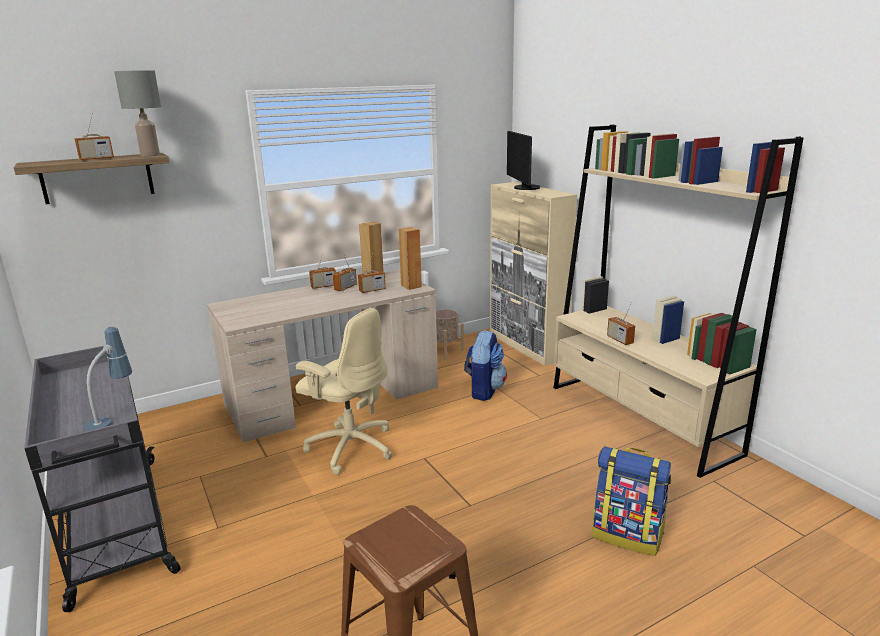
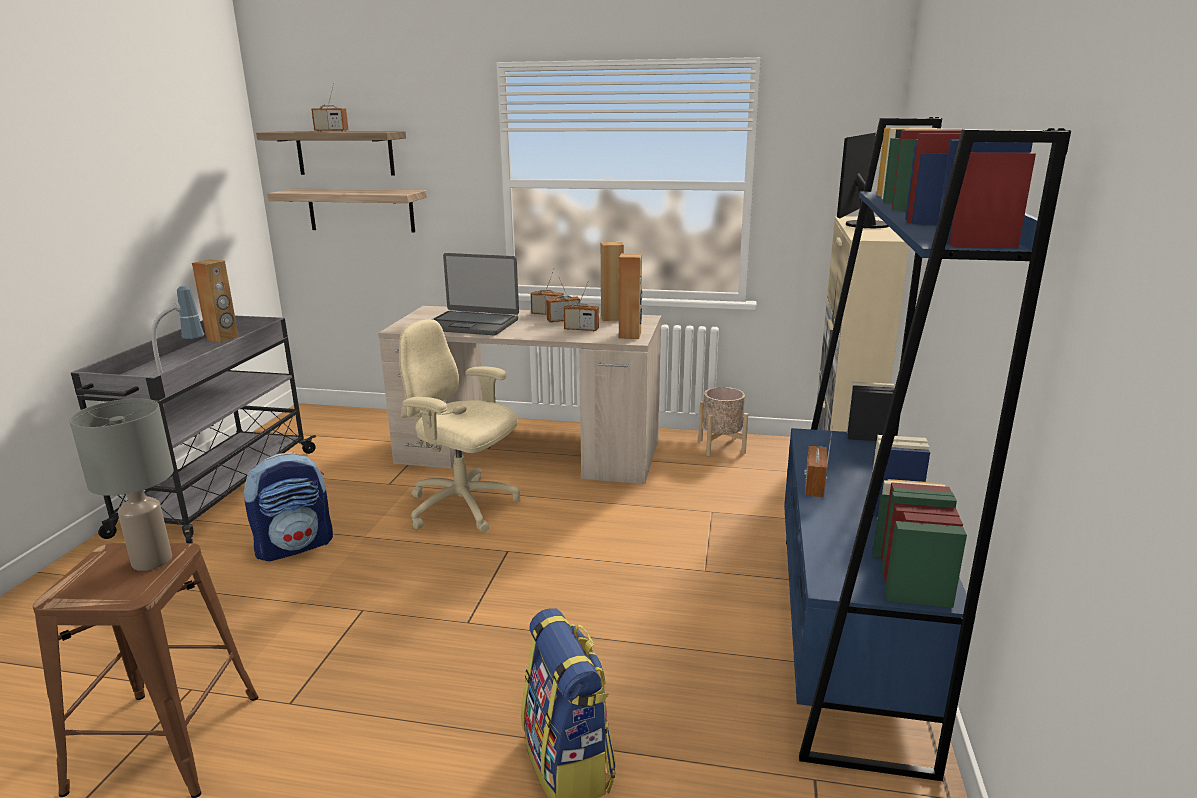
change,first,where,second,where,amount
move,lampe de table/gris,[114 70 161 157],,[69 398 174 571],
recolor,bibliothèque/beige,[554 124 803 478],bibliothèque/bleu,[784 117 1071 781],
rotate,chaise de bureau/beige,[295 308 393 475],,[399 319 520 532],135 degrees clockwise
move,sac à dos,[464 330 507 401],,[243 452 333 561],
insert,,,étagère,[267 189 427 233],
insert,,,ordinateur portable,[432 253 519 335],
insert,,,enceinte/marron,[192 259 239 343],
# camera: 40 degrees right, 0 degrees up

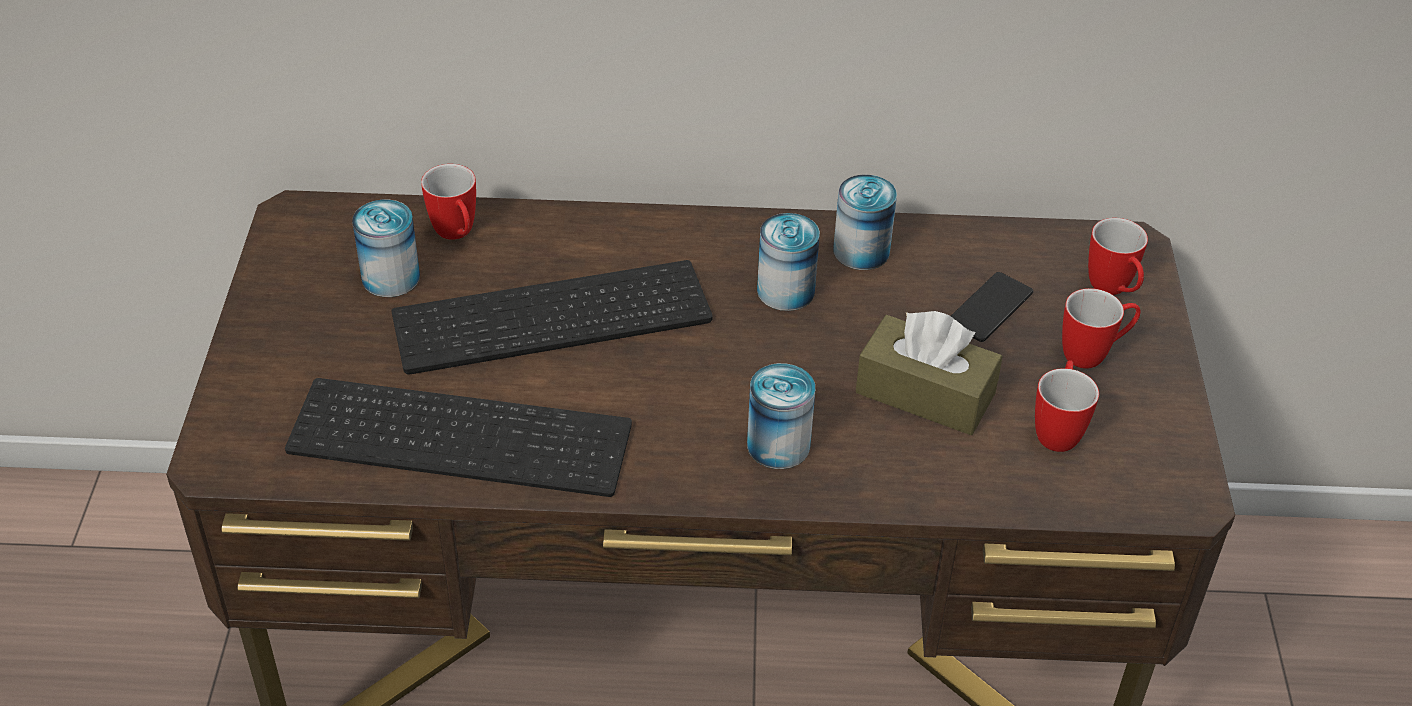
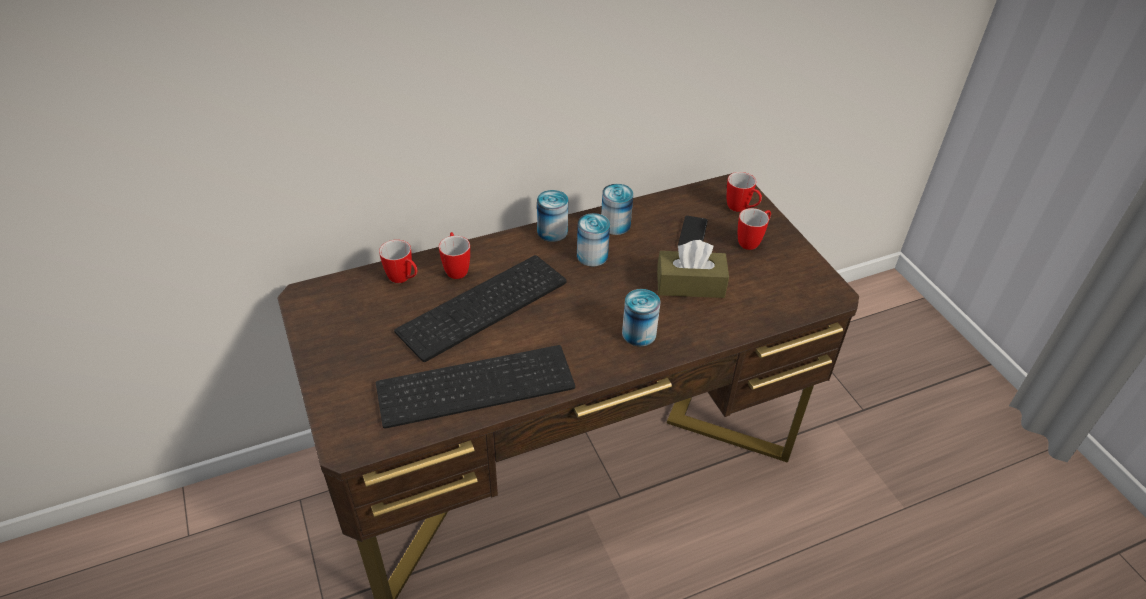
change,first,where,second,where,amount
move,boîte métallique,[352 200 420 297],,[537 190 568 242],
move,mug,[1035 360 1099 452],,[439 232 470 279],
# camera: 25 degrees left, 0 degrees up

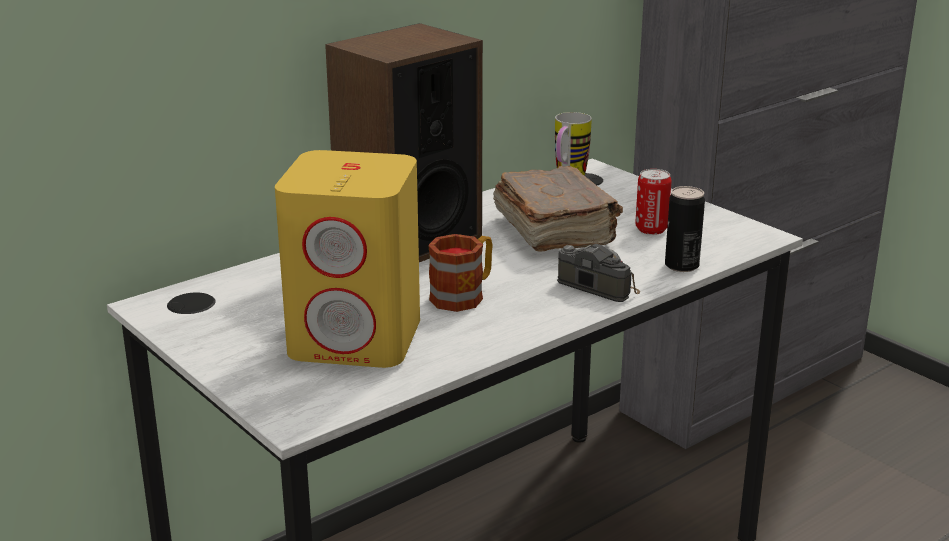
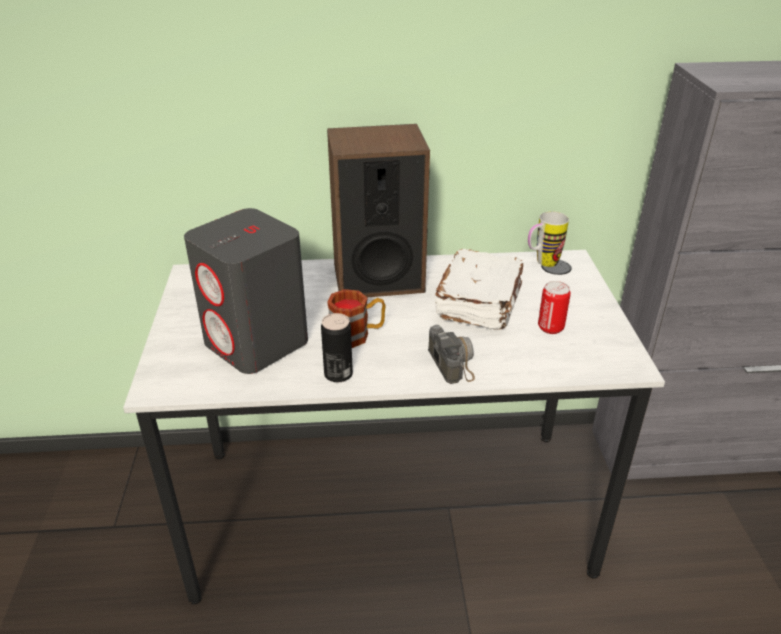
change,first,where,second,where,amount
recolor,enceinte/jaune,[275 150 420 368],enceinte/gris,[184 208 308 374],
recolor,livre/marron,[493 166 623 252],livre/blanc,[435 249 523 330],
move,boîte métallique,[665 186 705 272],,[321 313 353 382],
# camera: 35 degrees right, 10 degrees up

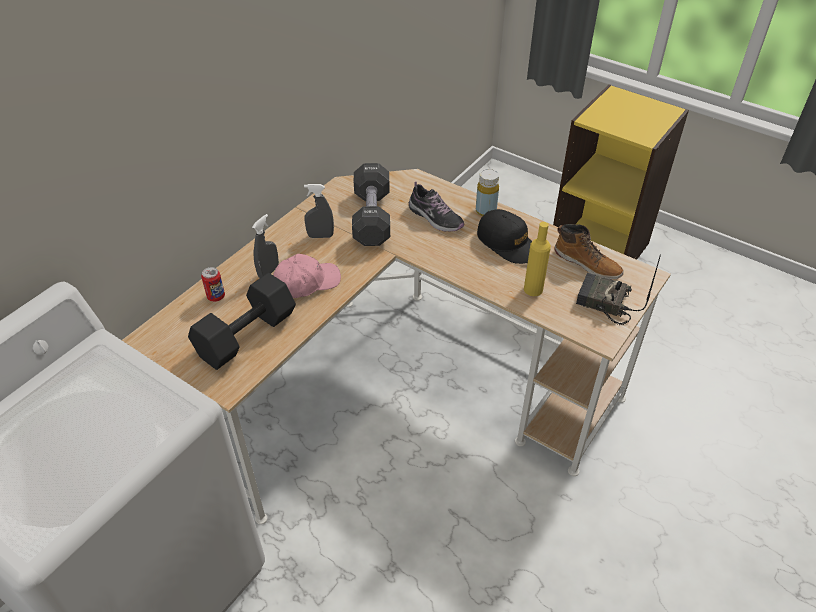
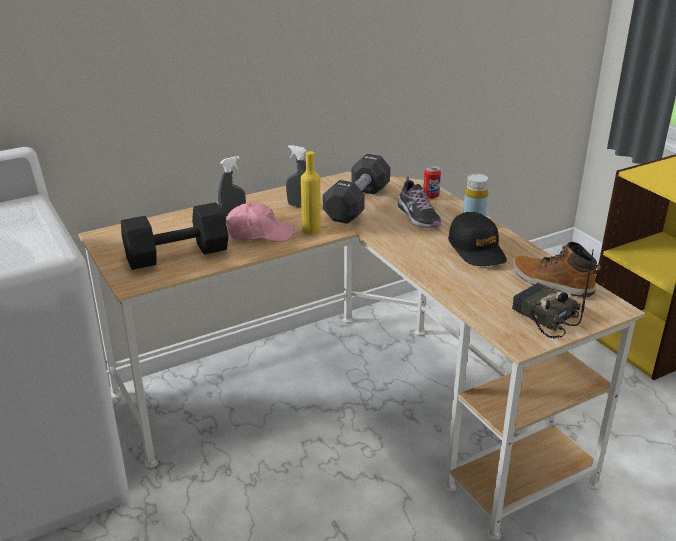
change,first,where,second,where,amount
move,bouteille/jaune,[524 222 551 296],,[301 151 321 234],
rotate,botte,[554 224 624 279],,[513 242 601 297],150 degrees clockwise
move,boîte métallique,[201 267 225 302],,[423 166 441 199],
# camera: 25 degrees right, 15 degrees down

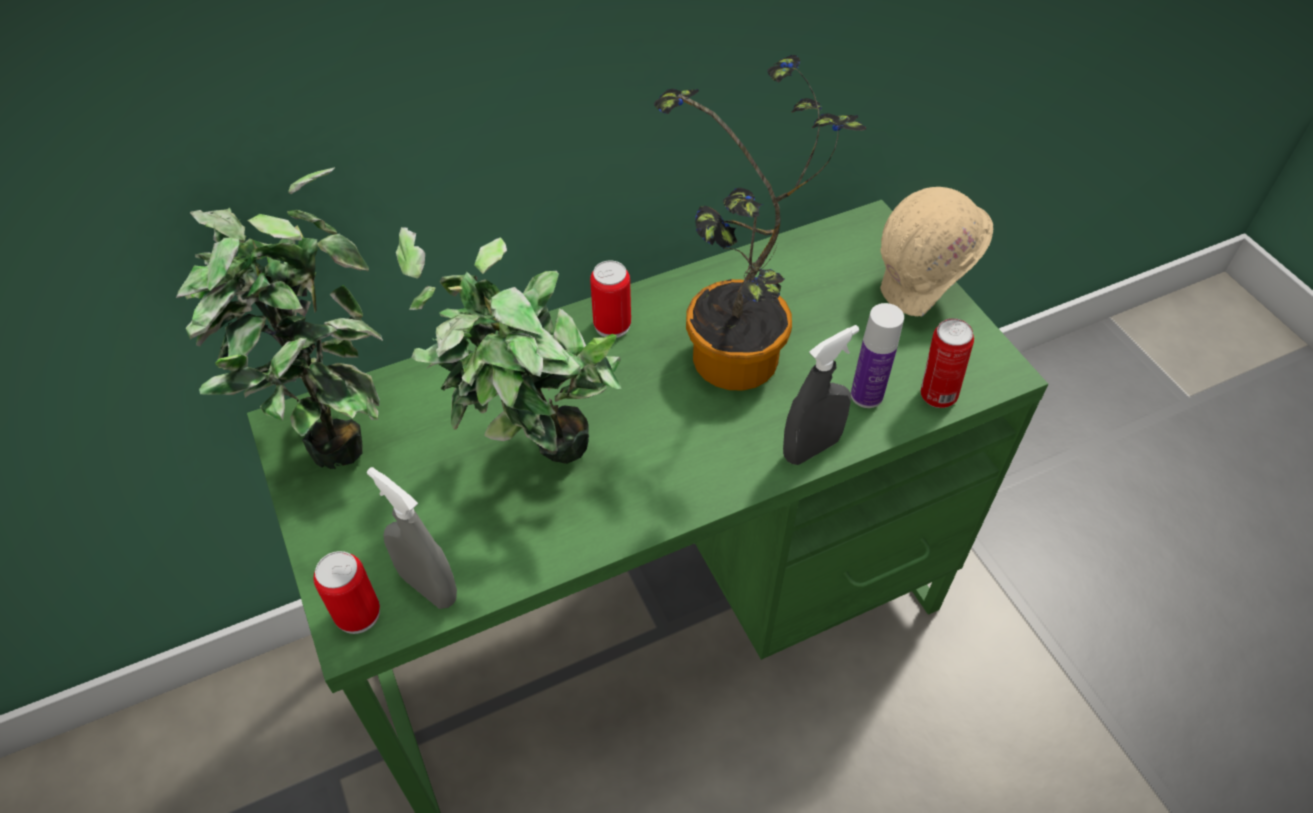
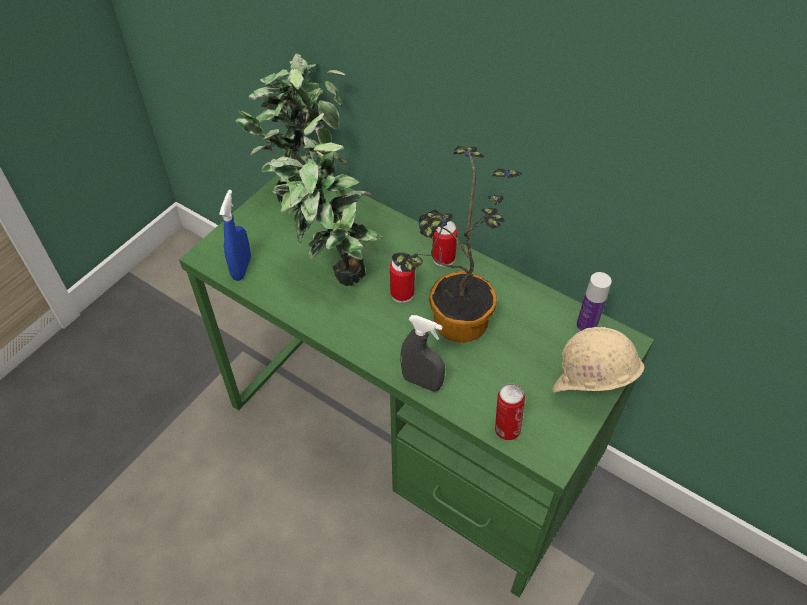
change,first,where,second,where,amount
move,bouteille,[851 303 904 408],,[576 272 612 331],
recolor,vaporisateur/gris,[367 467 457 609],vaporisateur/bleu,[219 190 251 281],
move,boîte métallique,[313 551 380 634],,[390 261 415 303],
# camera: 60 degrees right, 0 degrees up

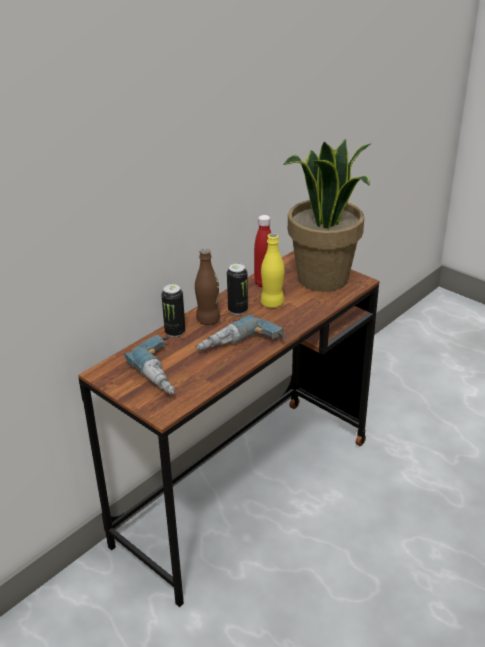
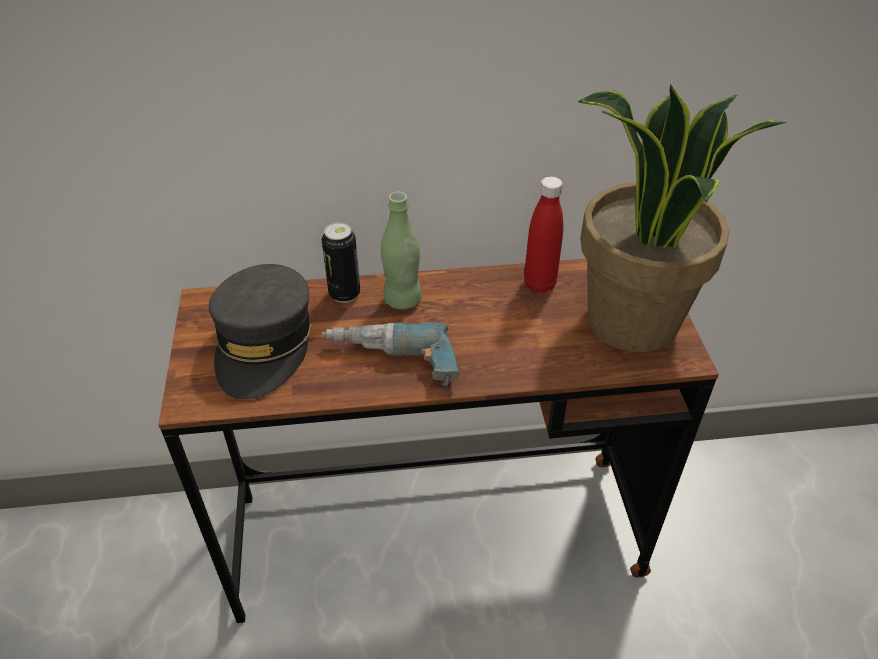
change,first,where,second,where,amount
delete,bouteille/jaune,[261 233 285 308],,,
recolor,bouteille/marron,[195 249 220 325],bouteille/vert,[381 192 422 310],
delete,boîte métallique,[227 263 248 315],,,
replace,perceuse,[124 335 175 394],casquette/gris,[209 264 312 399],
# camera: 40 degrees right, 10 degrees up

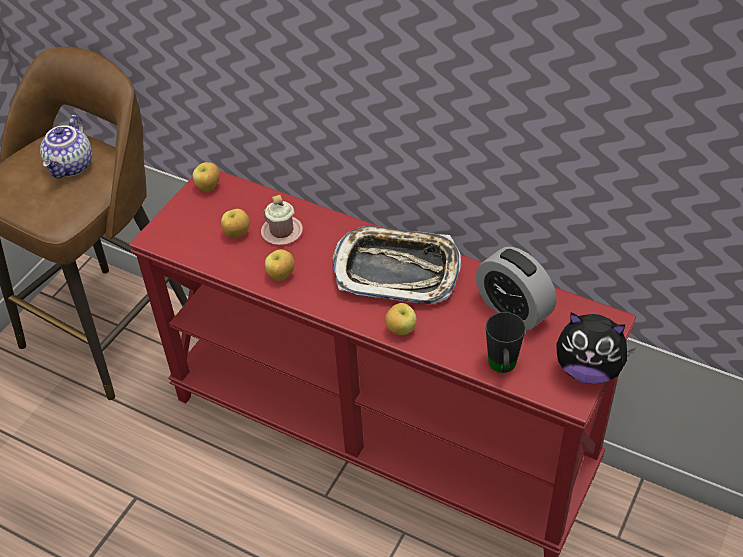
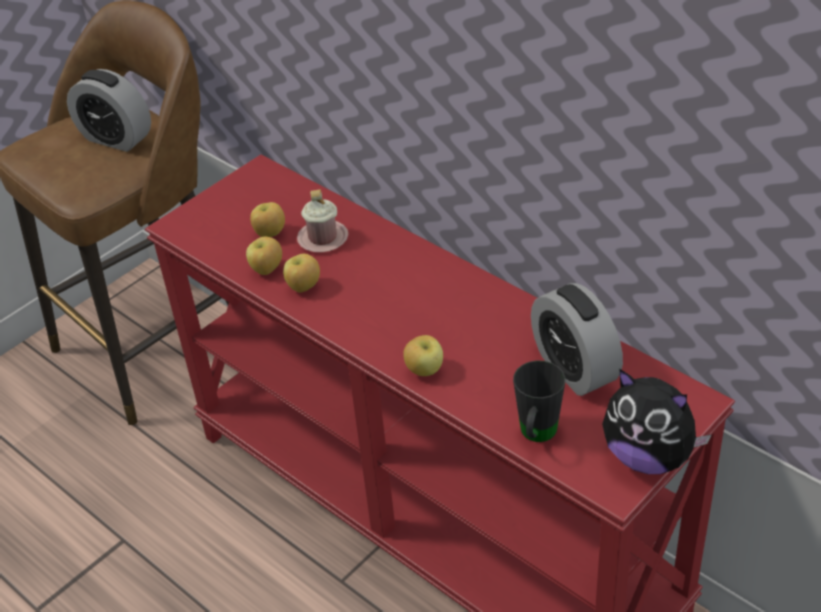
change,first,where,second,where,amount
replace,théière,[40 115 92 178],réveil,[67 69 151 152],
move,pomme,[193 162 220 192],,[246 237 282 275],
delete,plateau,[332 226 461 304],,,
# camera: 15 degrees right, 5 degrees down

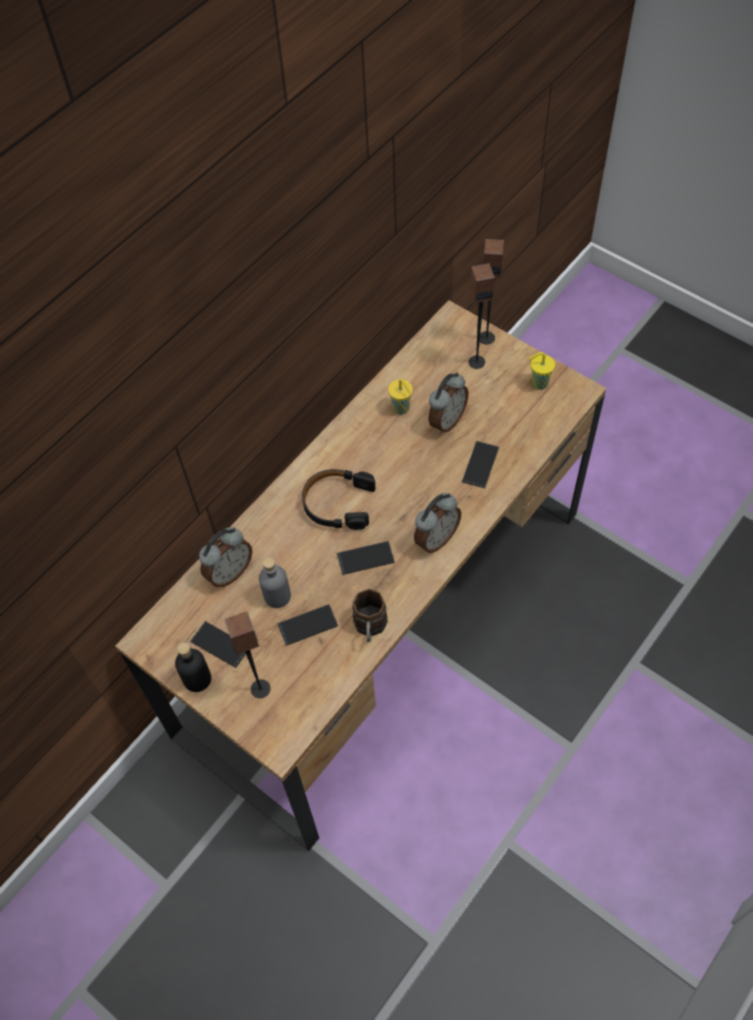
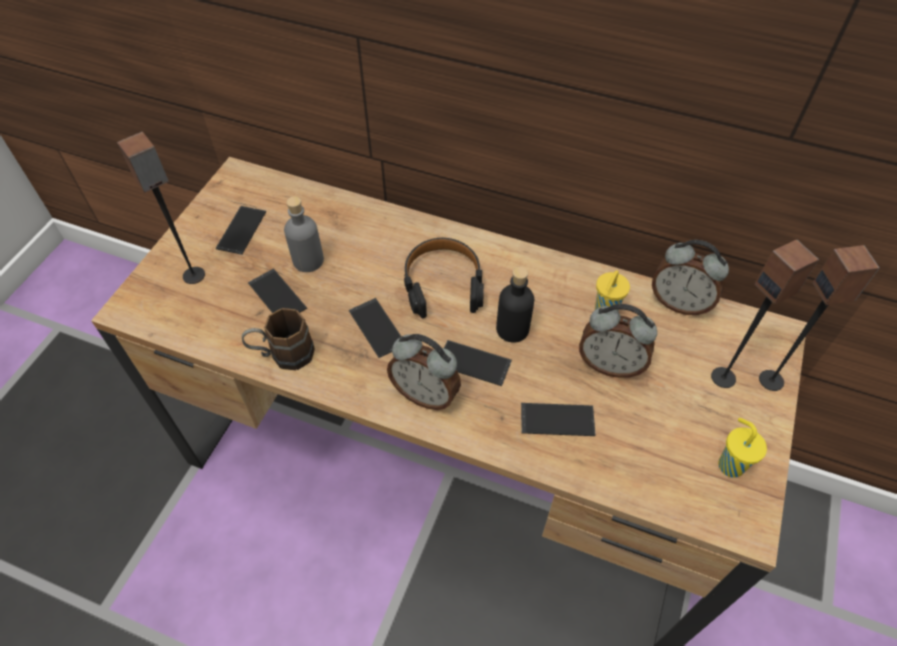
change,first,where,second,where,amount
move,réveil,[199 527 252 587],,[652 240 729 315],
move,bouteille/noir,[175 642 211 692],,[496 267 534 343],
insert,,,téléphone,[444 340 512 386],
# camera: 70 degrees right, 5 degrees down

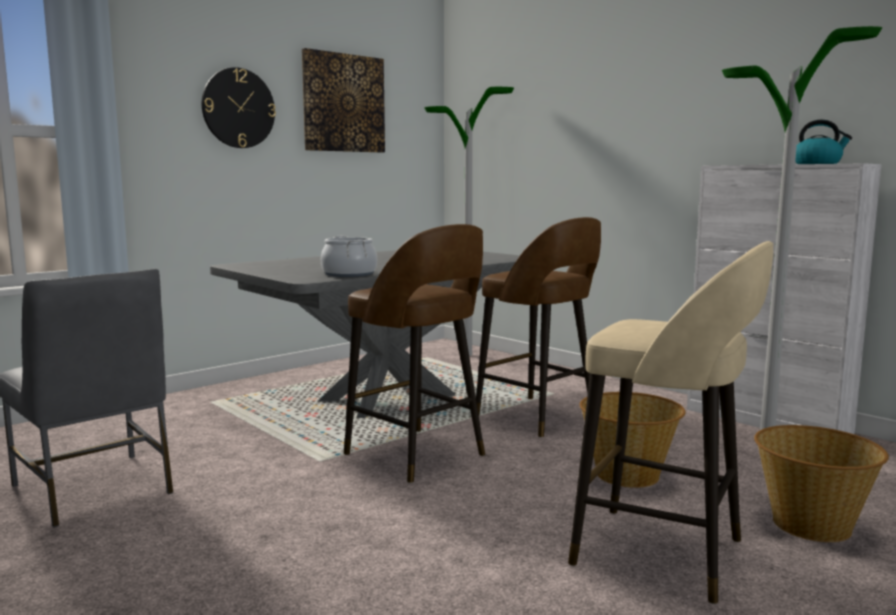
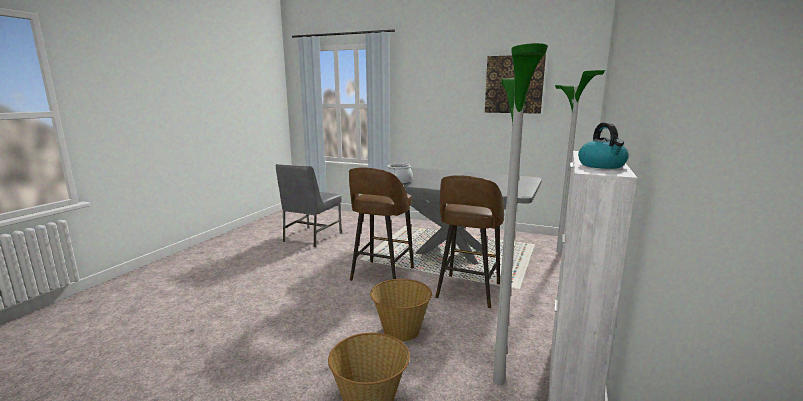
change,first,where,second,where,amount
delete,horloge murale,[202 67 276 148],,,
delete,tabouret/beige,[568 241 773 604],,,
# camera: 65 degrees right, 5 degrees up

